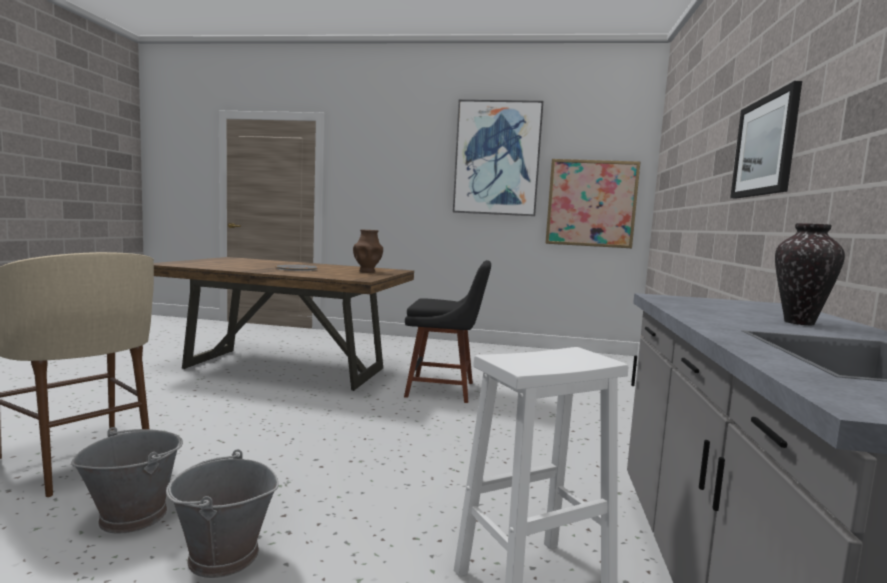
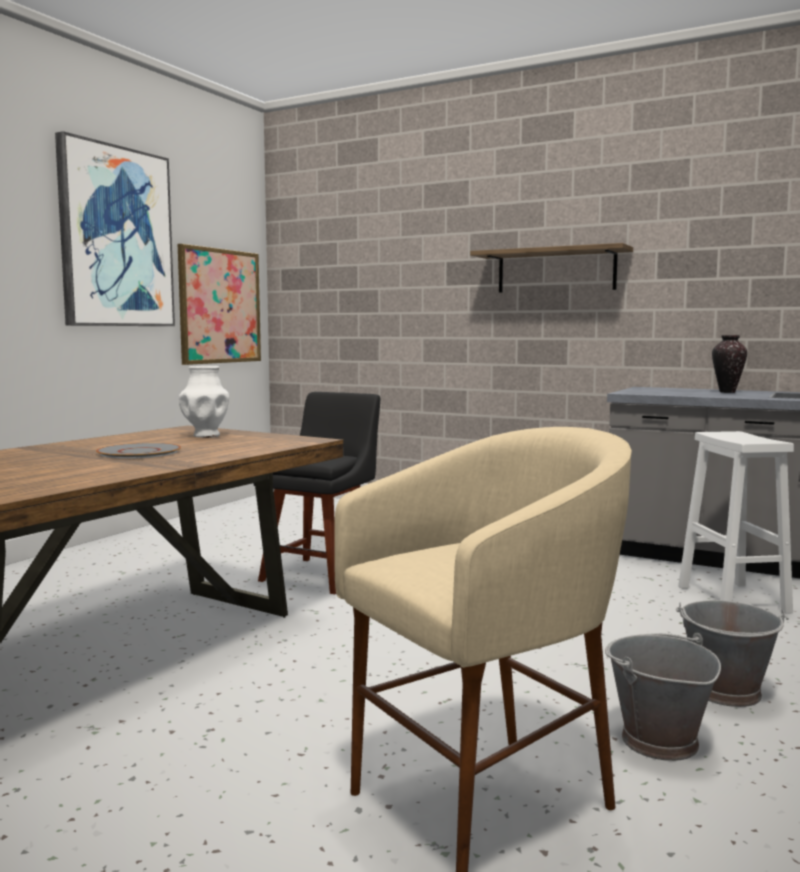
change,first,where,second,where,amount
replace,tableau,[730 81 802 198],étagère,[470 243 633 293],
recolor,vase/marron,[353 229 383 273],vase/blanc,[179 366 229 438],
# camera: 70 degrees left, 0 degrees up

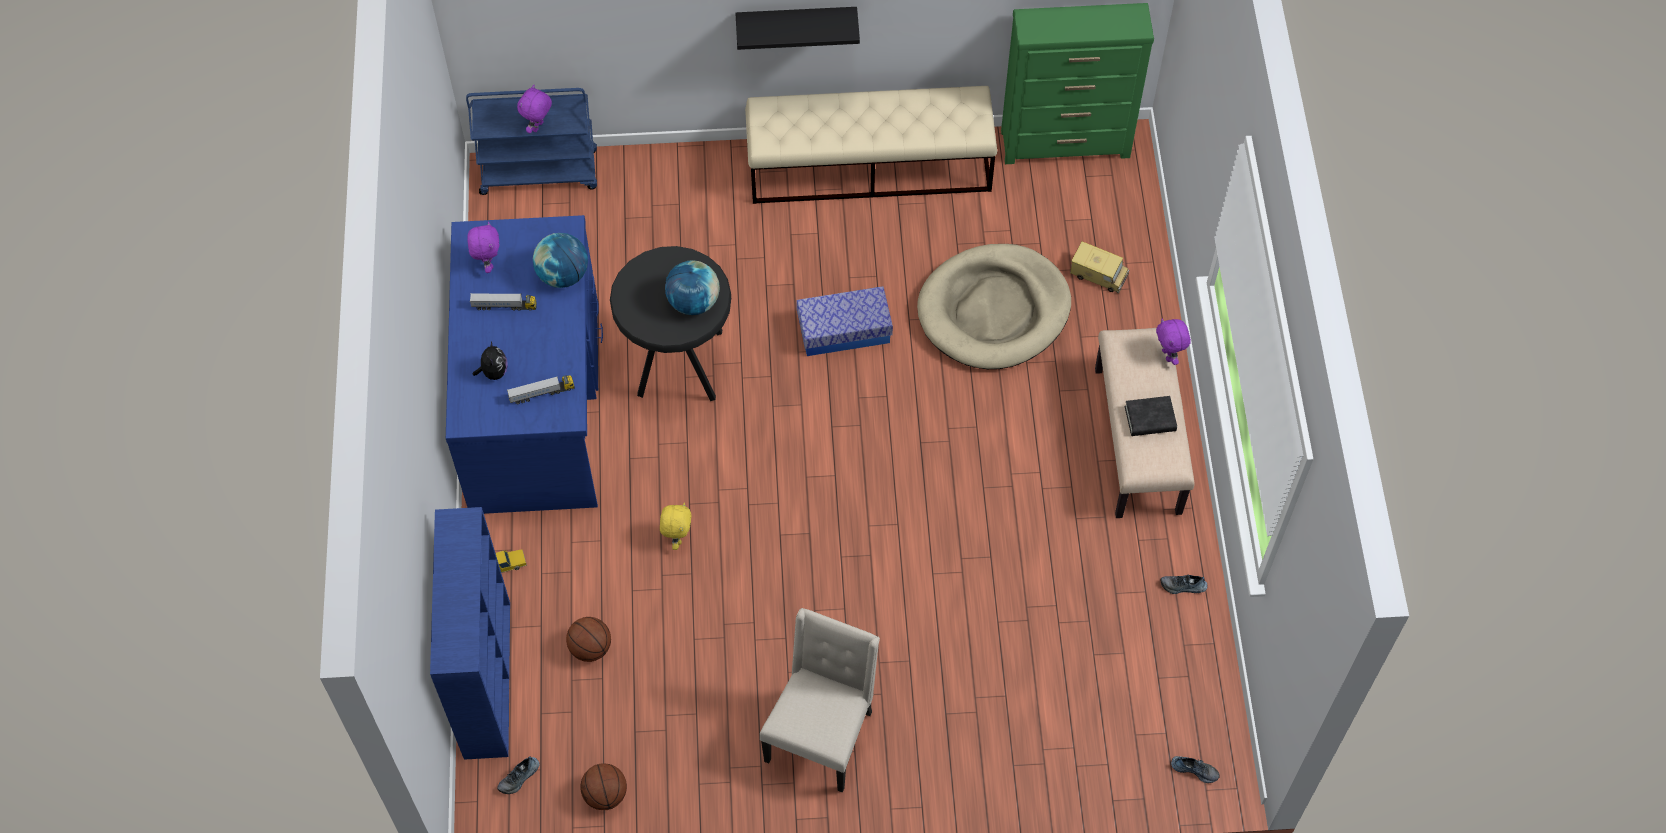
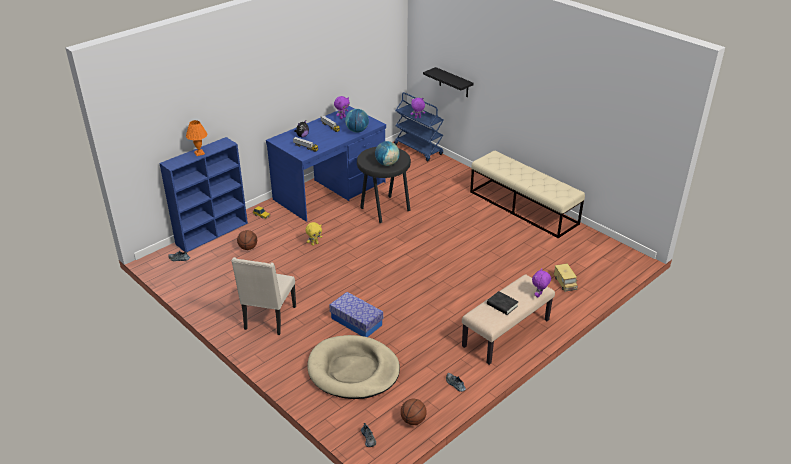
change,first,where,second,where,amount
delete,commode/vert,[1001 3 1154 164],,,
move,étagère/noir,[735 7 860 50],,[423 67 474 97],
move,panier pour chien/beige,[917 244 1071 369],,[307 335 400 399],
move,boîte de rangement,[796 286 893 356],,[329 292 383 337],
rotate,chaise/beige,[760 608 880 793],,[231 257 296 335],120 degrees clockwise
move,ballon de basket,[580 763 627 810],,[401 399 427 425],
insert,,,lampe de table/orange,[186 120 207 156],
# camera: 50 degrees right, 25 degrees down

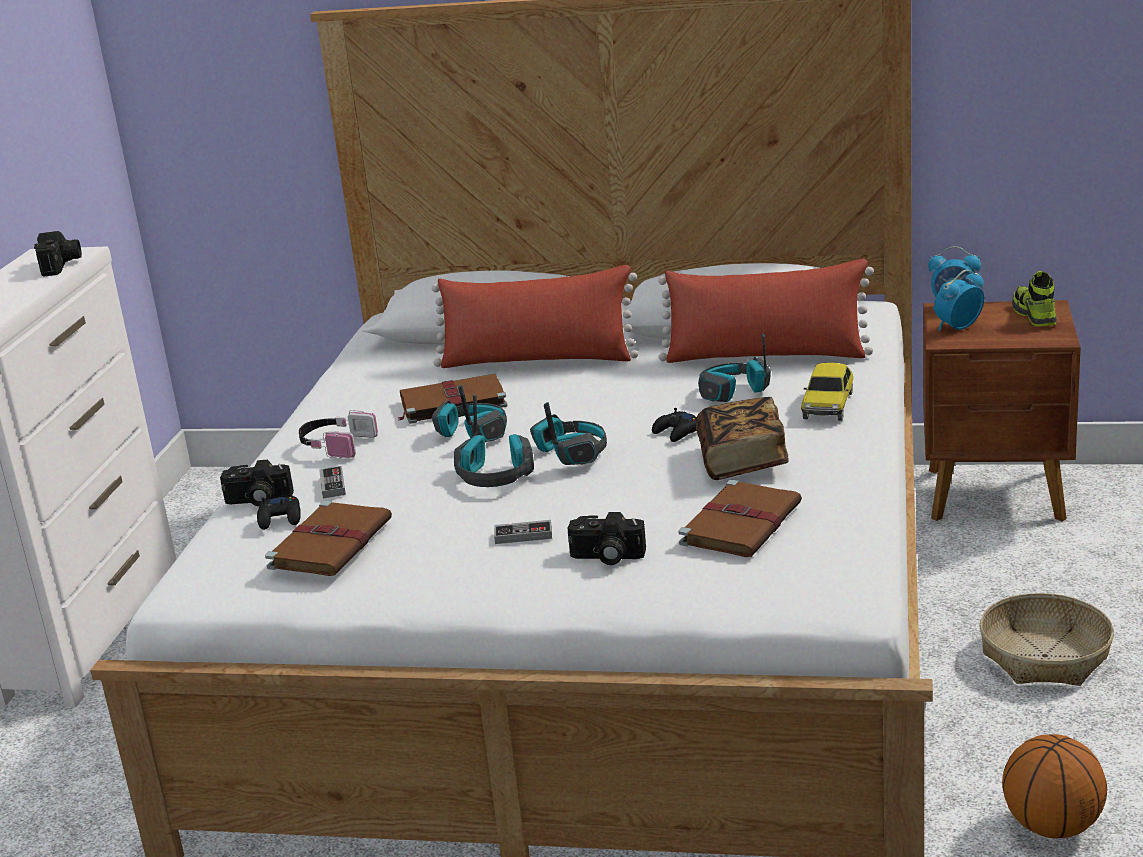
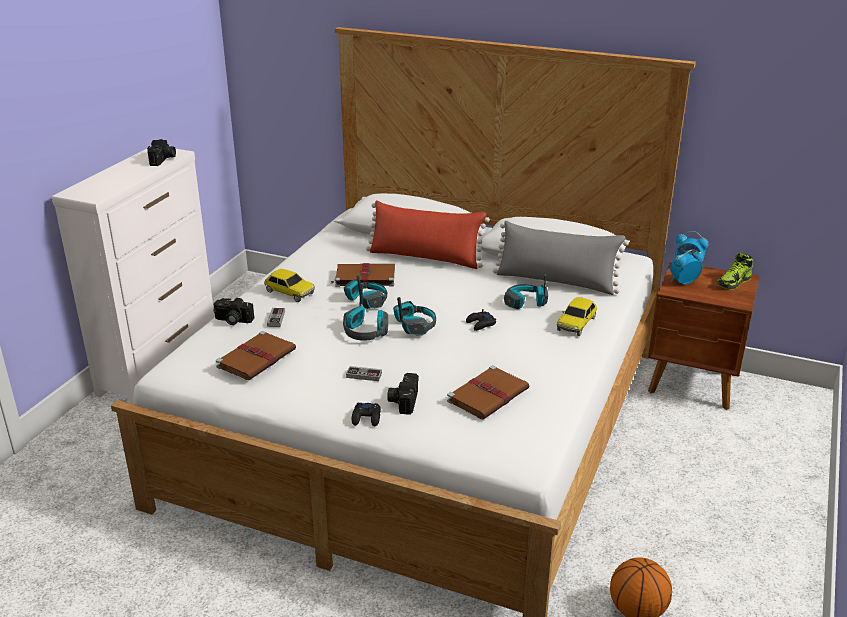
change,first,where,second,where,amount
recolor,coussin/rouge,[658 259 874 363],coussin/gris,[493 221 629 295],
rotate,chaussure,[1012 271 1057 327],,[718 253 753 290],135 degrees counterclockwise
delete,livre,[696 397 789 480],,,
replace,casque audio,[299 410 378 459],petite voiture,[264 269 315 302],
move,manette/noir,[257 496 301 530],,[352 402 381 426],
rotate,appareil photo,[568 512 646 565],,[387 373 419 415],75 degrees clockwise
delete,panier,[979 593 1114 686],,,
# camera: 10 degrees right, 5 degrees up

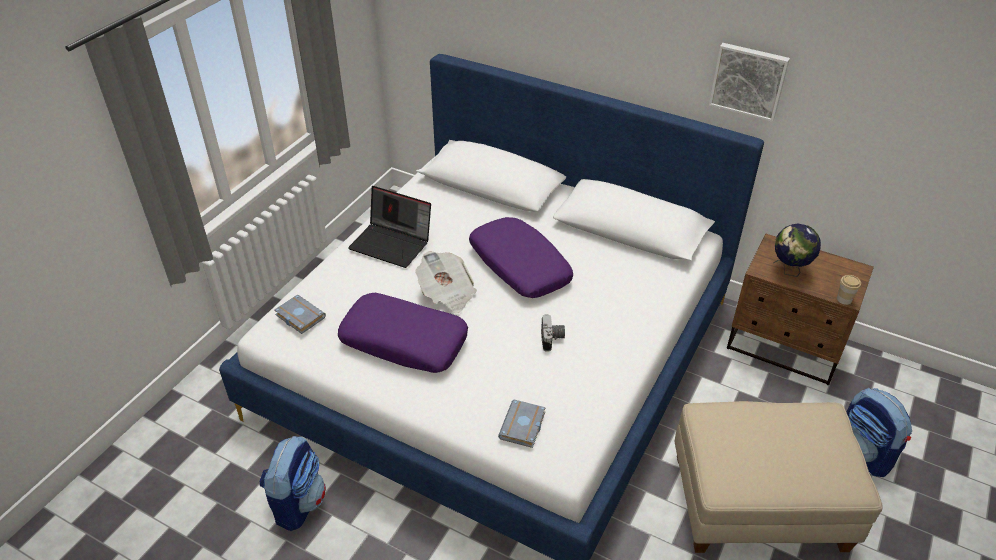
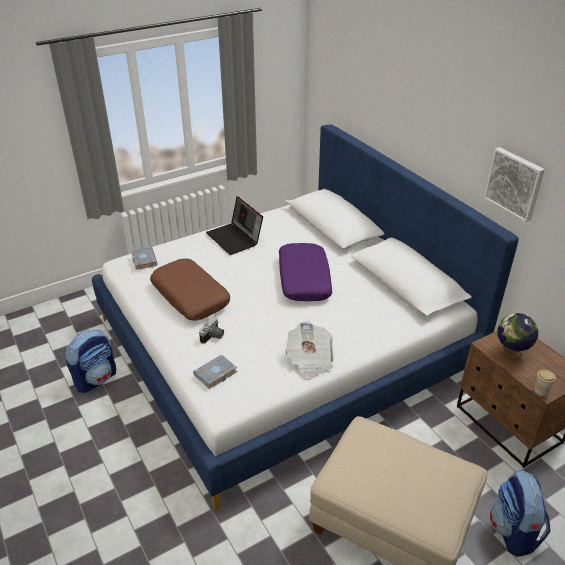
change,first,where,second,where,amount
move,journal,[415 251 477 313],,[285 321 334 380],
recolor,coussin/violet,[338 293 468 373],coussin/marron,[150 259 230 321],
move,appareil photo,[541 315 565 352],,[199 317 224 344],
# camera: 30 degrees right, 5 degrees down

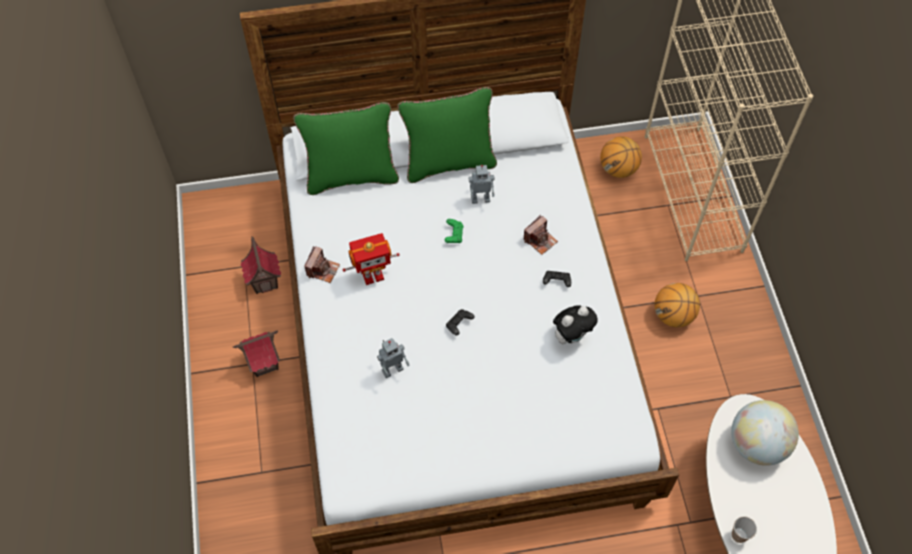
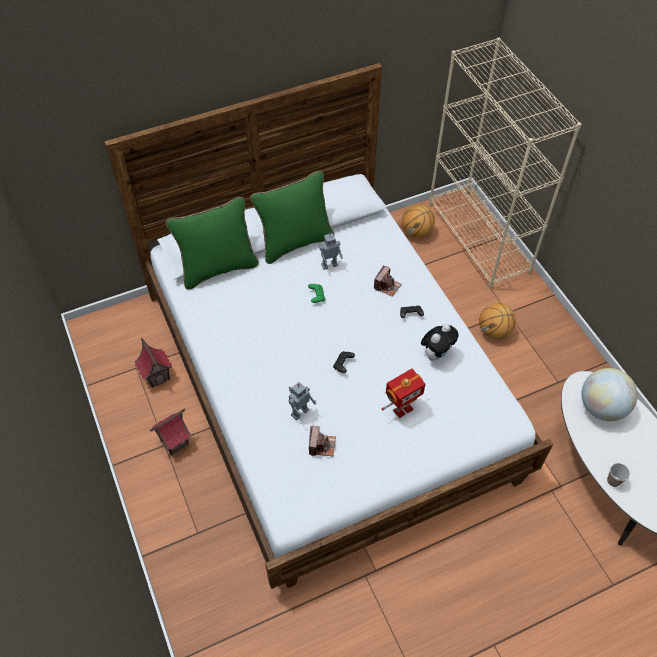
change,first,where,second,where,amount
move,robot jouet,[343 233 400 285],,[382 369 425 418],
move,appareil photo,[304 246 340 283],,[309 426 336 456],
# camera: 15 degrees left, 5 degrees down

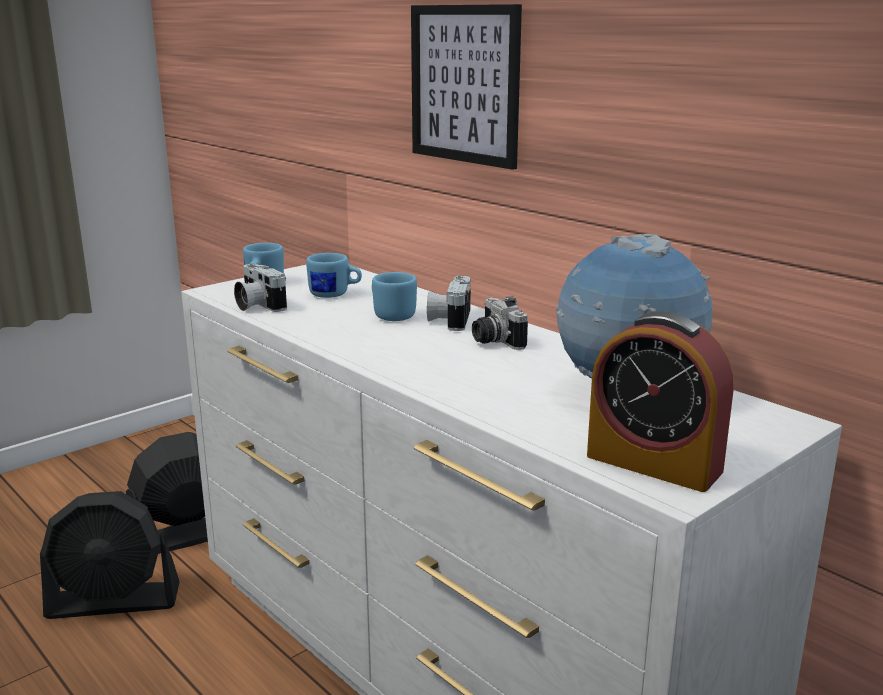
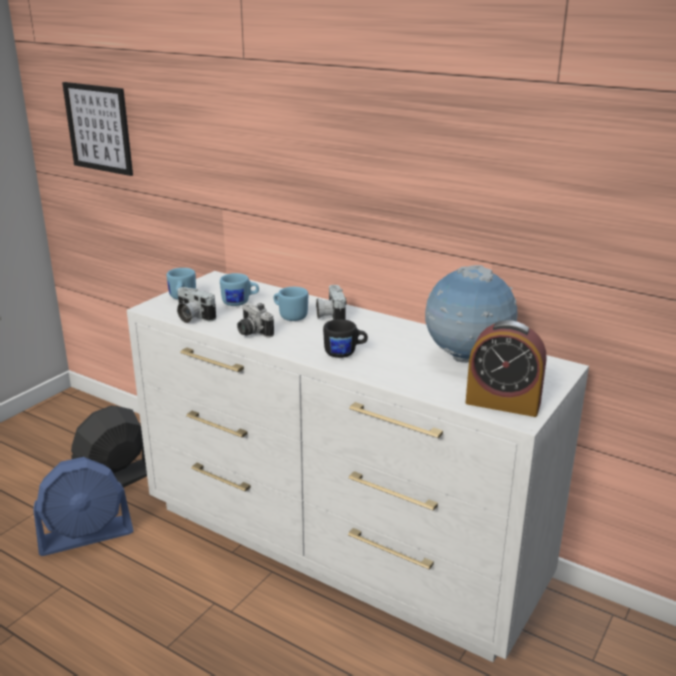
change,first,where,second,where,amount
move,tableau,[411 4 522 170],,[62 82 133 176],
move,appareil photo,[472 296 528 350],,[237 303 274 338],
recolor,ventilateur/noir,[40 491 180 619],ventilateur/bleu,[33 457 134 556],
insert,,,mug/noir,[323 319 368 358],
# camera: 15 degrees left, 5 degrees up

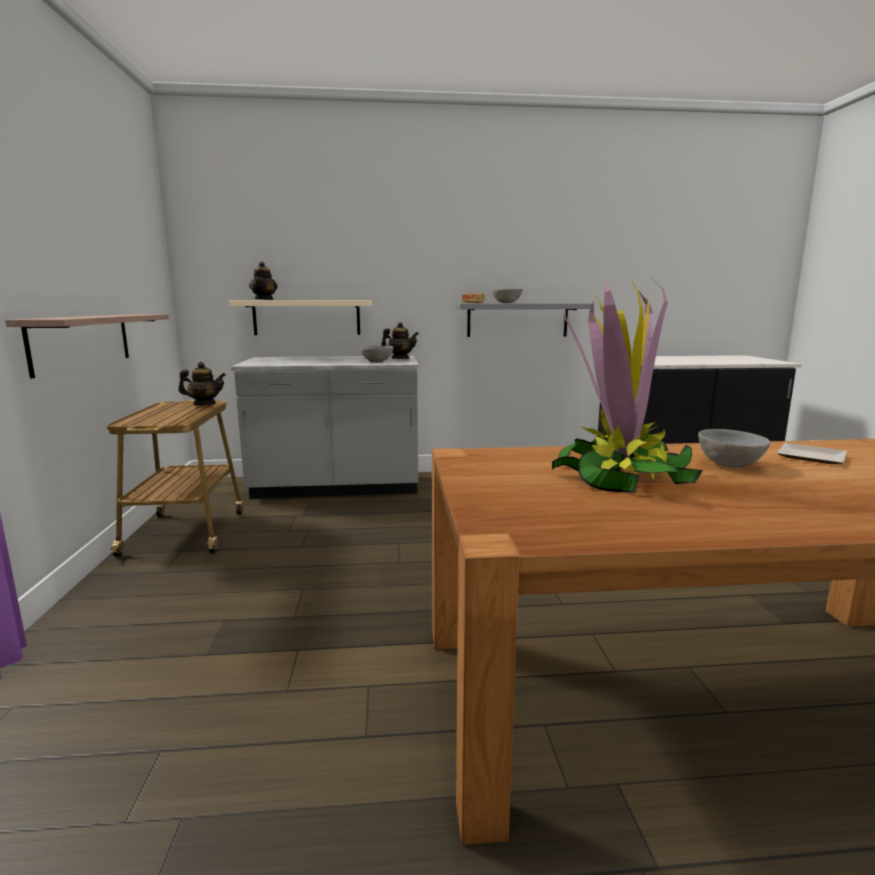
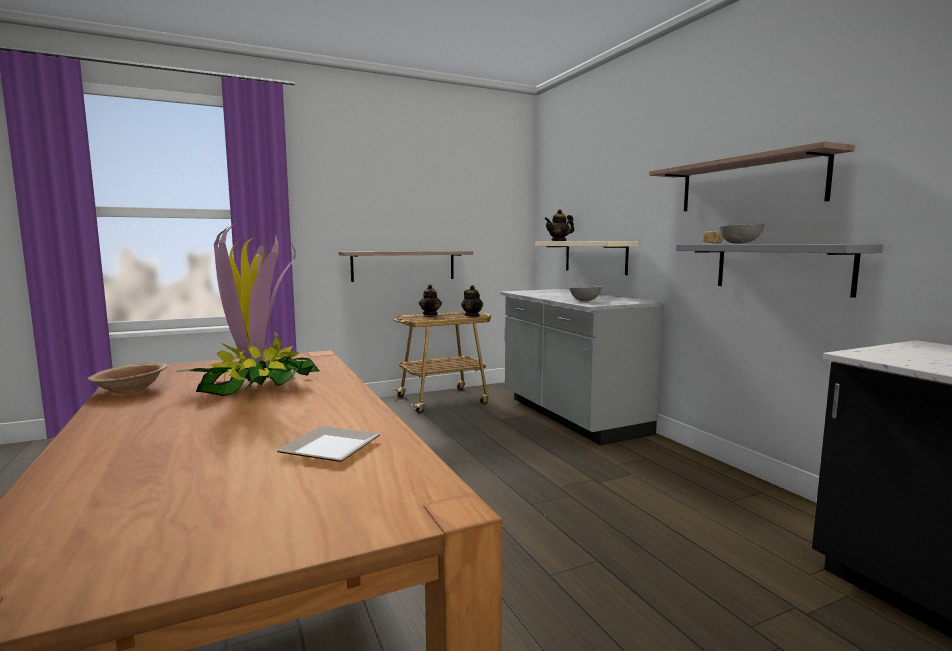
change,first,where,second,where,amount
move,théière,[381 322 419 359],,[419 284 442 315],
delete,bol/gris,[698 429 771 468],,,
insert,,,étagère,[649 141 855 211],
insert,,,bol/marron,[88 363 167 394],
# camera: 70 degrees right, 5 degrees down

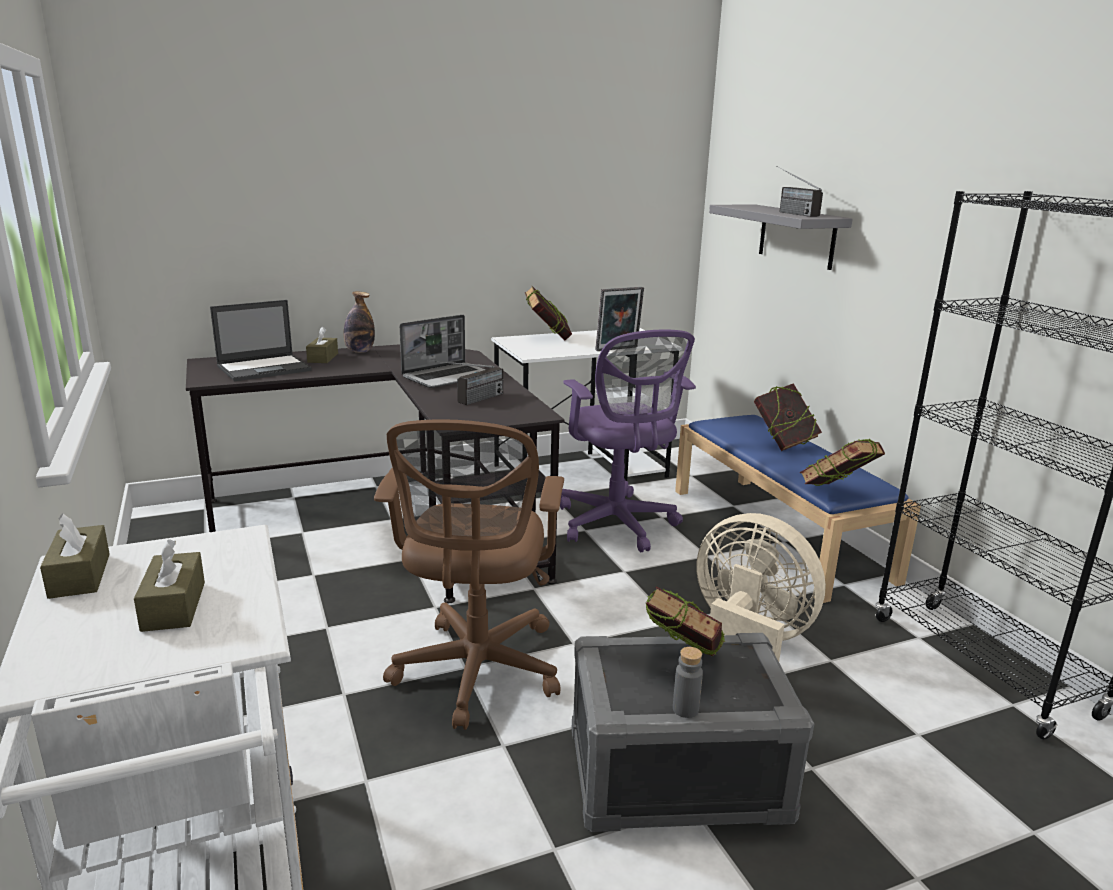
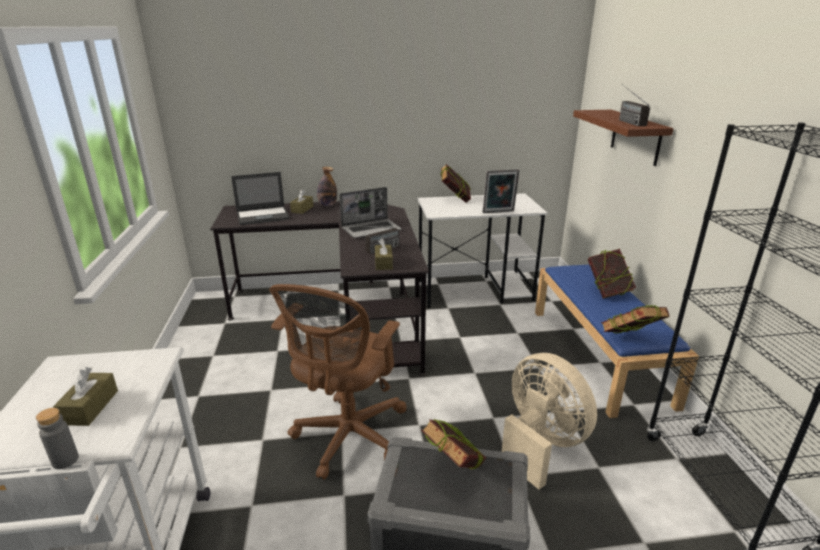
change,first,where,second,where,amount
recolor,étagère/gris,[709 204 852 270],étagère/marron,[573 110 674 166],
delete,chaise de bureau/violet,[560 330 696 552],,,
move,boîte à mouchoirs/marron,[40 513 110 599],,[375 238 393 270],
move,bouteille/gris,[673 647 703 718],,[36 408 79 469],
# camera: 15 degrees right, 5 degrees up

